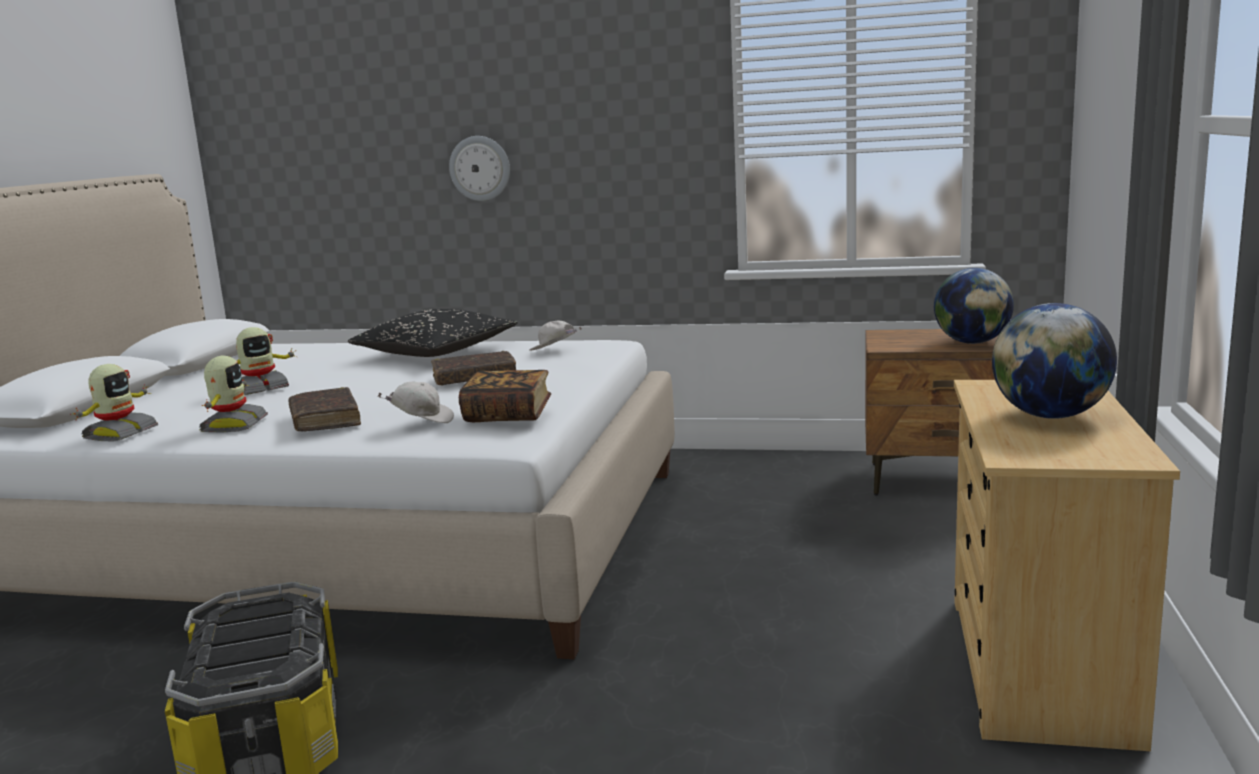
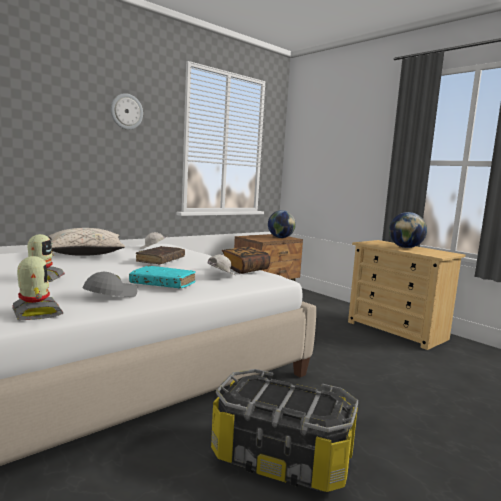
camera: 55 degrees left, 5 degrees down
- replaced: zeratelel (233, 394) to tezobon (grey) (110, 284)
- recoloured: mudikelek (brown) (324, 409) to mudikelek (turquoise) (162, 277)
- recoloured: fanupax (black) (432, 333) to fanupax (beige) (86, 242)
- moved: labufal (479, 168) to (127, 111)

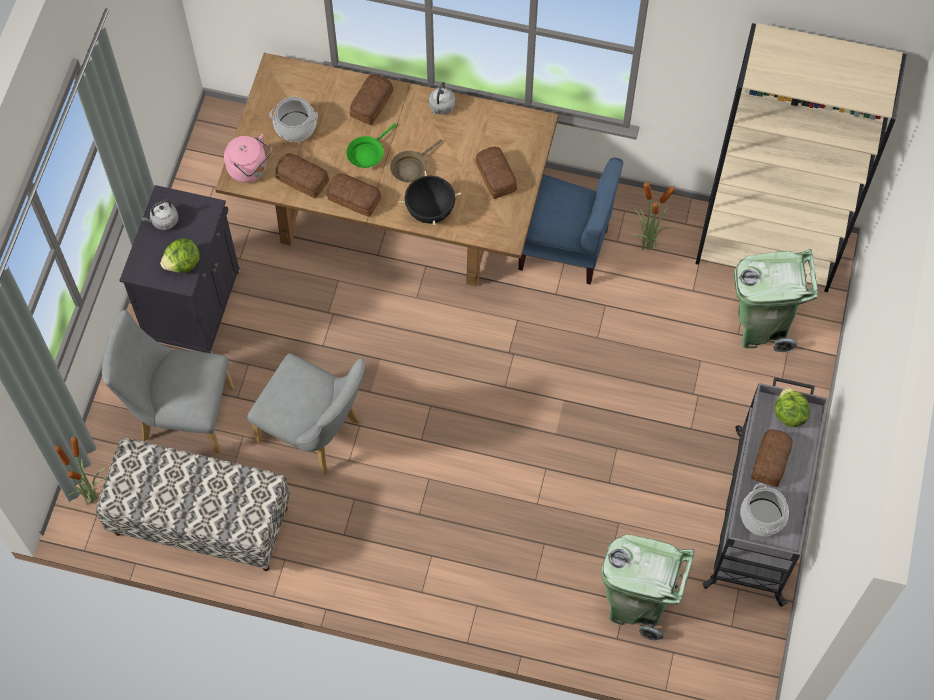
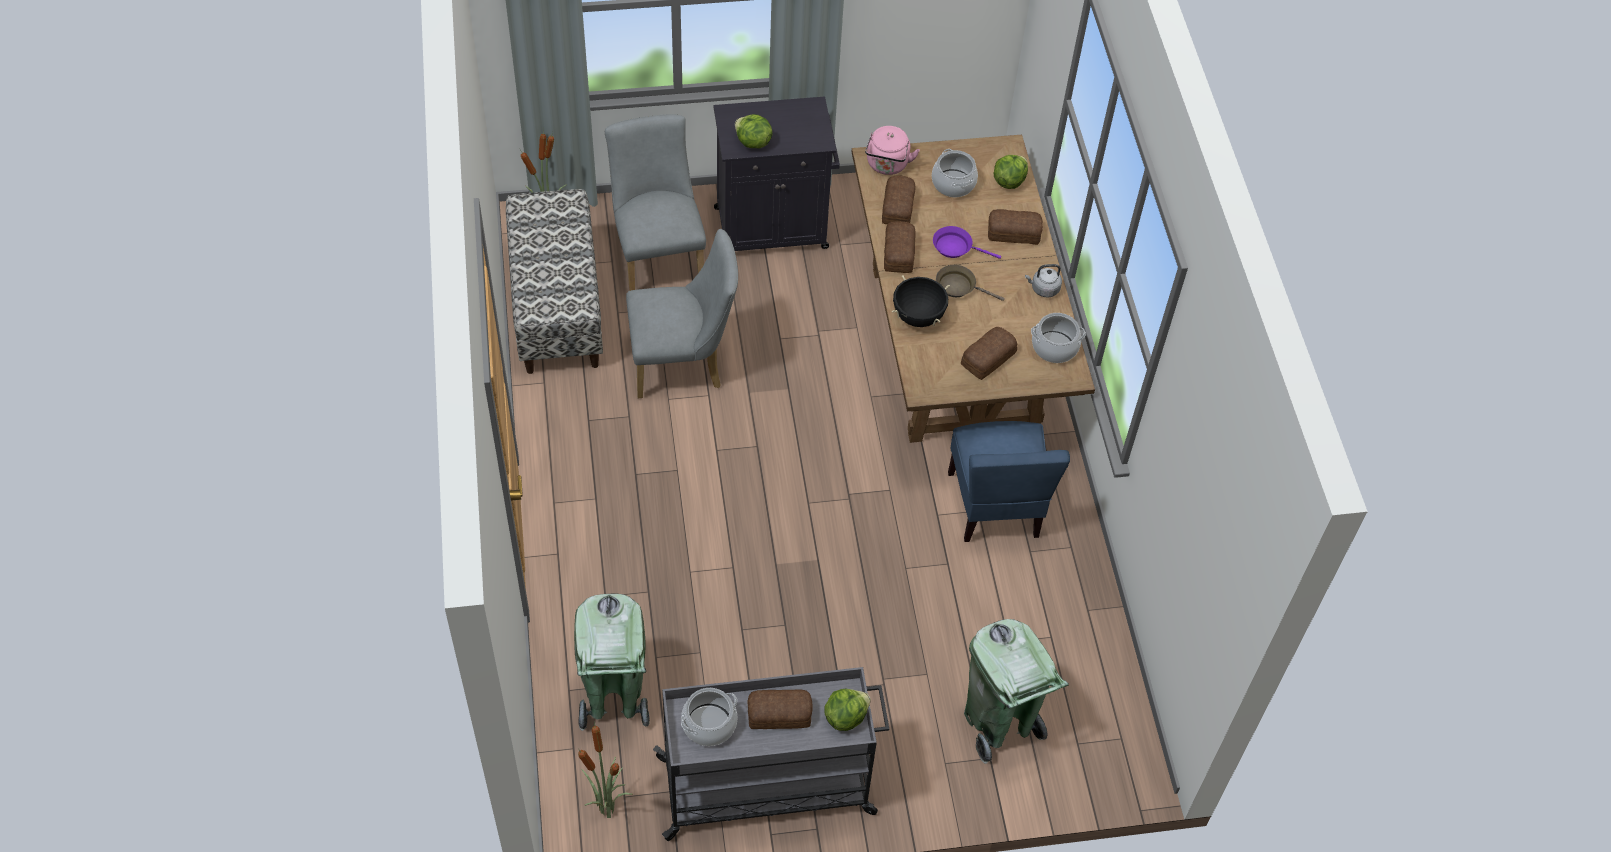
camera: 65 degrees right, 10 degrees down
- removed: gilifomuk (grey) (160, 215)
- turned: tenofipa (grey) (306, 414) = (682, 313) 105 degrees counterclockwise
- recoloured: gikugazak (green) (371, 145) to gikugazak (purple) (967, 242)
- moved: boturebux (653, 215) to (605, 770)
- removed: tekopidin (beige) (801, 157)
- added: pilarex (1011, 172)
- added: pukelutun (1058, 338)

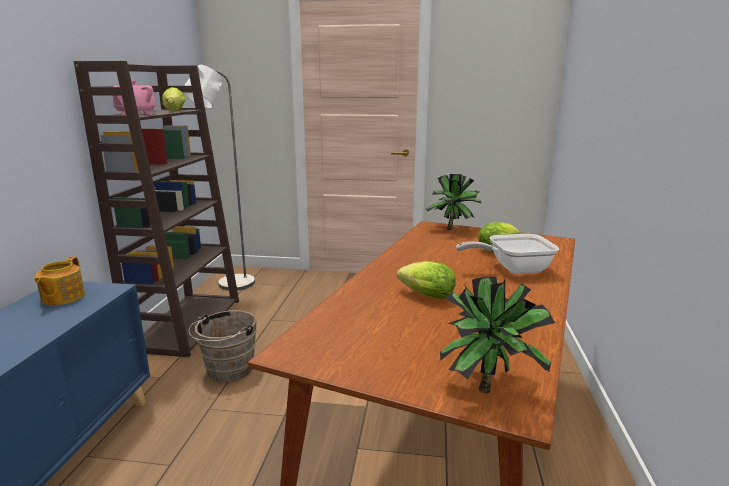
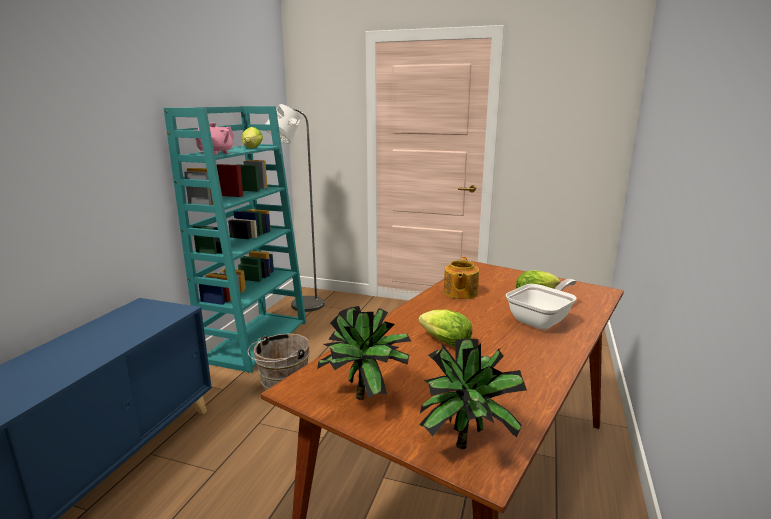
camera: 10 degrees right, 0 degrees up
- moved: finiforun (59, 281) to (461, 278)
- recoloured: tekopidin (brown) (156, 209) to tekopidin (turquoise) (235, 239)
- moved: boturebux (453, 202) to (364, 353)
- turned: gikugazak (507, 254) = (541, 304) 135 degrees clockwise

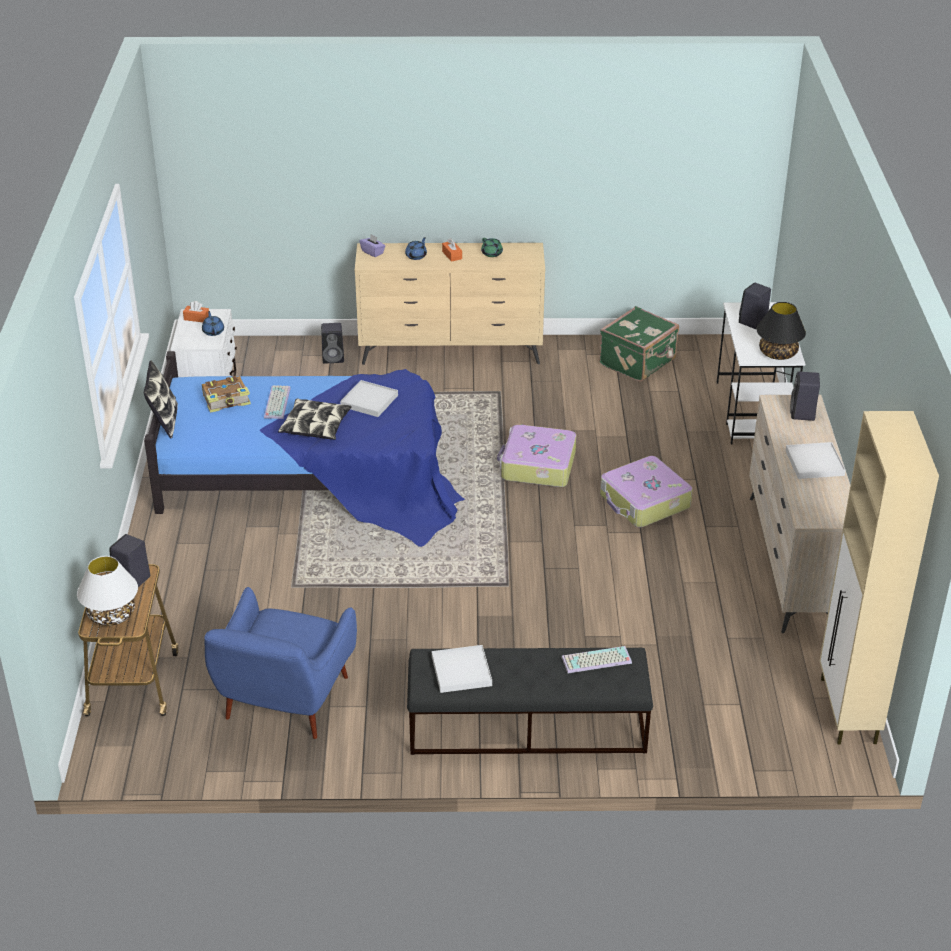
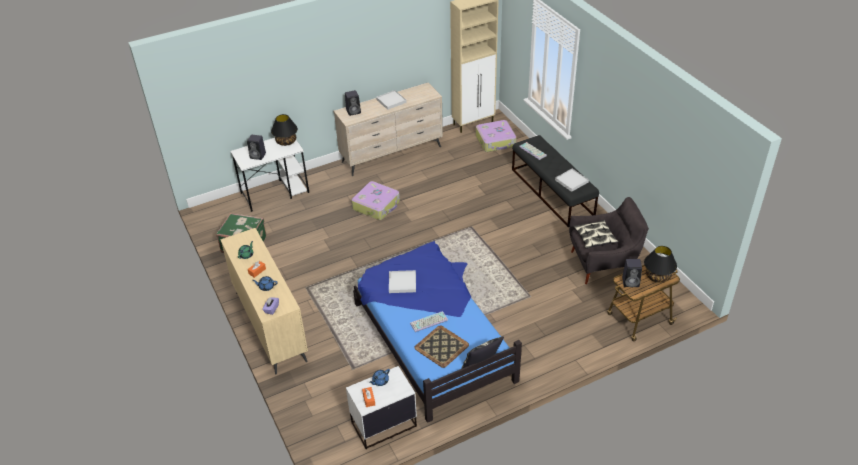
camera: 115 degrees left, 5 degrees up
- recoloured: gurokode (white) (107, 591) to gurokode (black) (660, 264)
- replaced: mudikelek (226, 394) to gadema (441, 346)
- recoloured: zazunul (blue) (280, 663) to zazunul (grey) (609, 240)
- moved: fanupax (315, 419) to (595, 234)
- removed: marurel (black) (332, 343)
- moved: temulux (536, 455) to (496, 136)

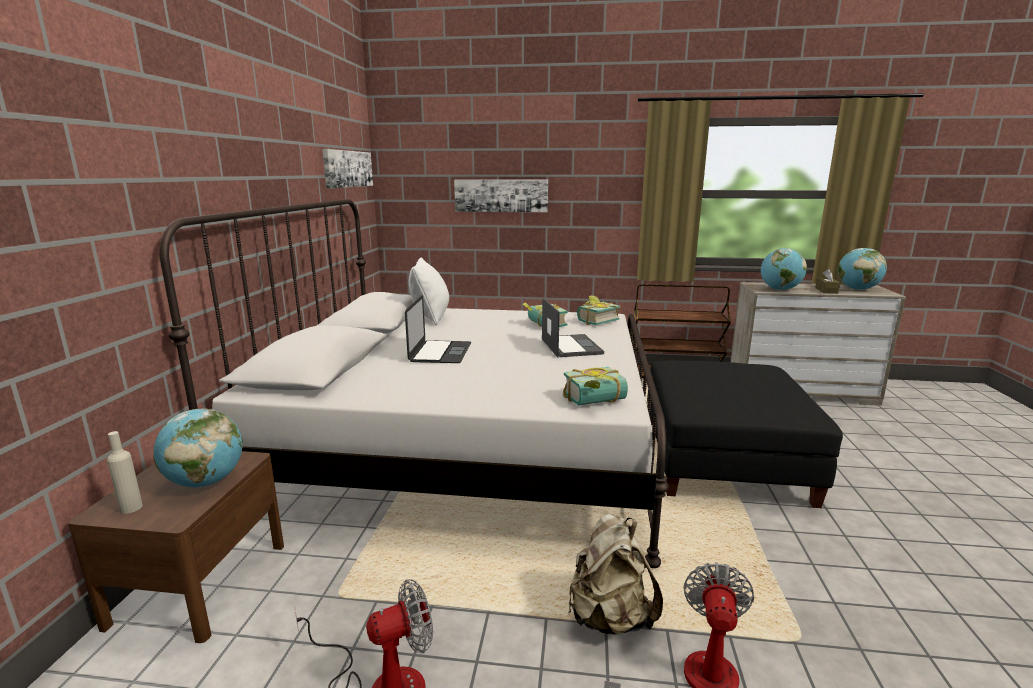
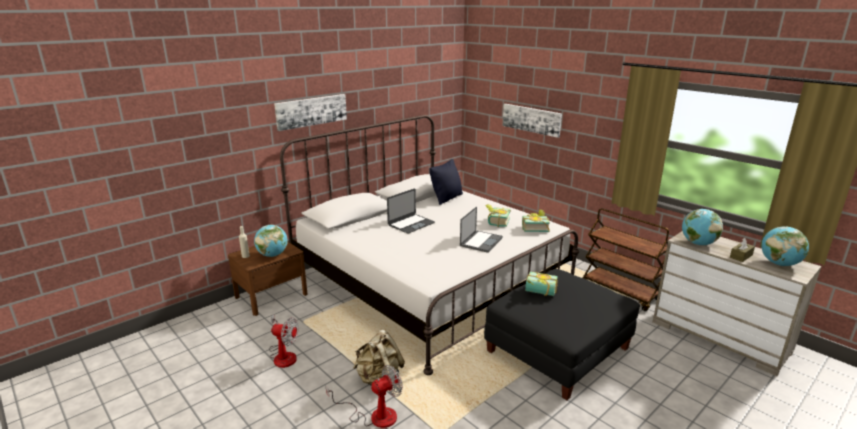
camera: 40 degrees right, 5 degrees up
- moved: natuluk (347, 168) to (310, 112)
- recoloured: fanupax (white) (429, 291) to fanupax (black) (446, 182)
- moved: mudikelek (595, 386) to (541, 283)

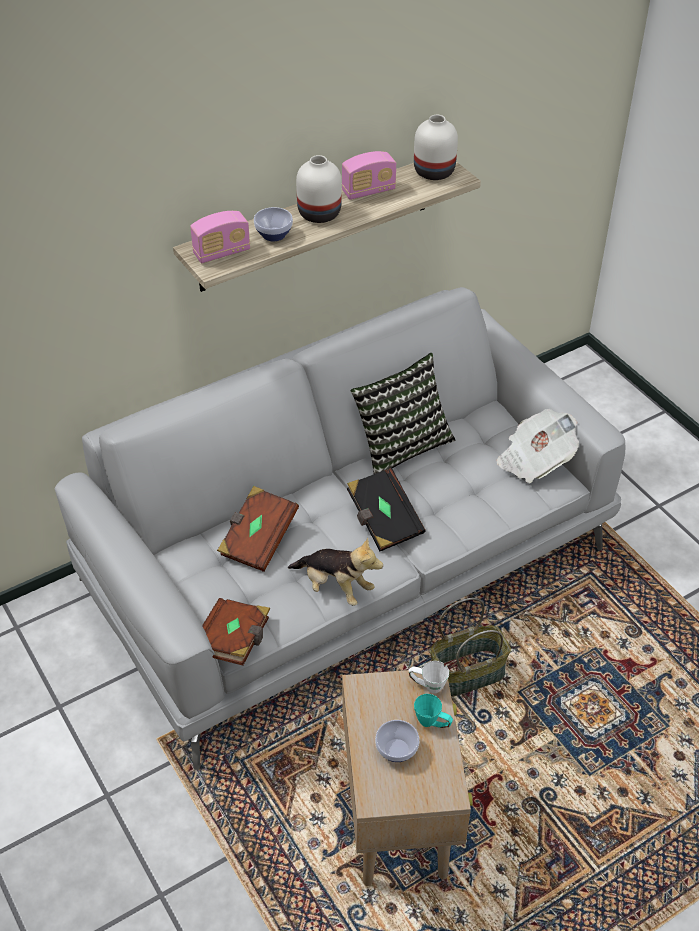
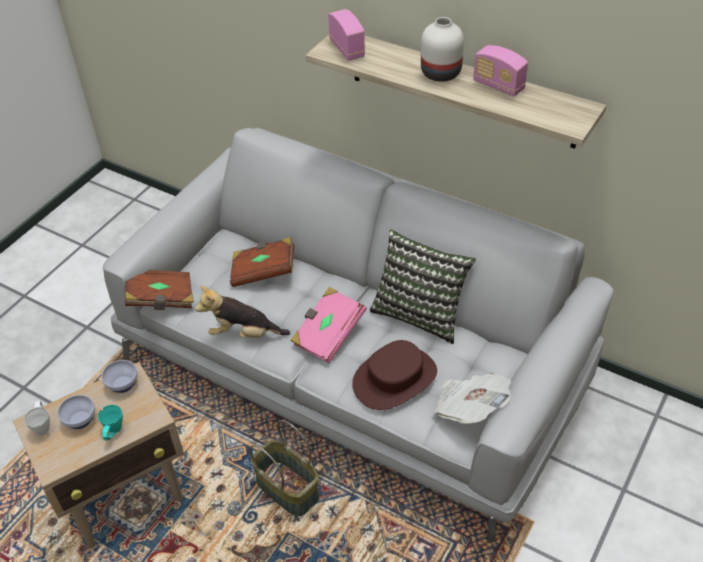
camera: 65 degrees right, 0 degrees up
- turned: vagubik (220, 237) = (346, 35) 150 degrees counterclockwise
- moved: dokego (273, 224) to (119, 376)
- turned: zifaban (335, 571) = (242, 312) 90 degrees clockwise
- recoloured: mudikelek (black) (386, 509) to mudikelek (pink) (328, 325)
- moved: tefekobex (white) (429, 677) to (37, 418)
- removed: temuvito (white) (436, 147)
- added: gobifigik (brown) (394, 375)

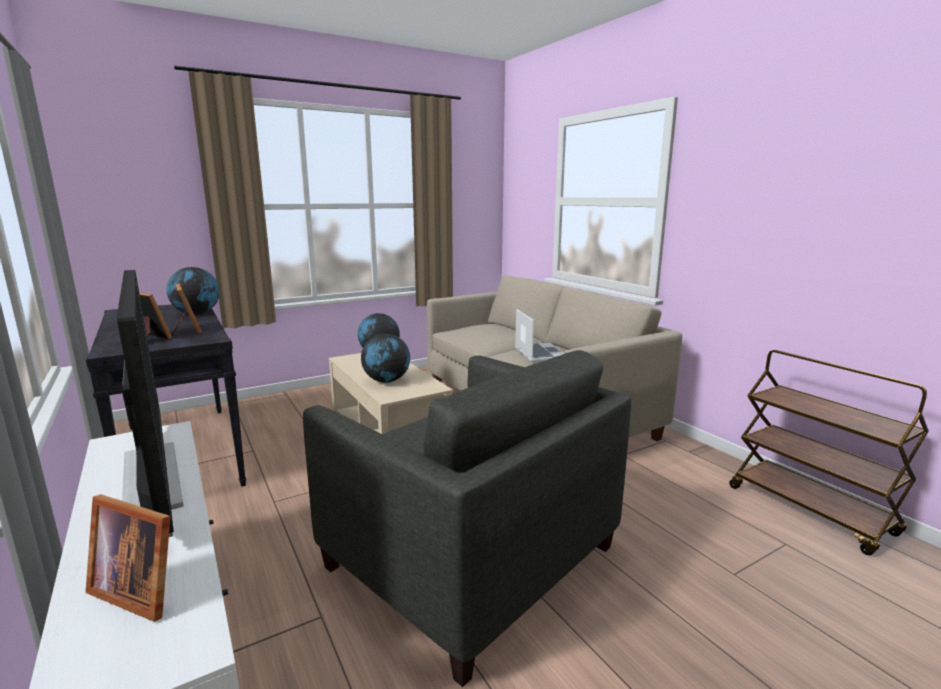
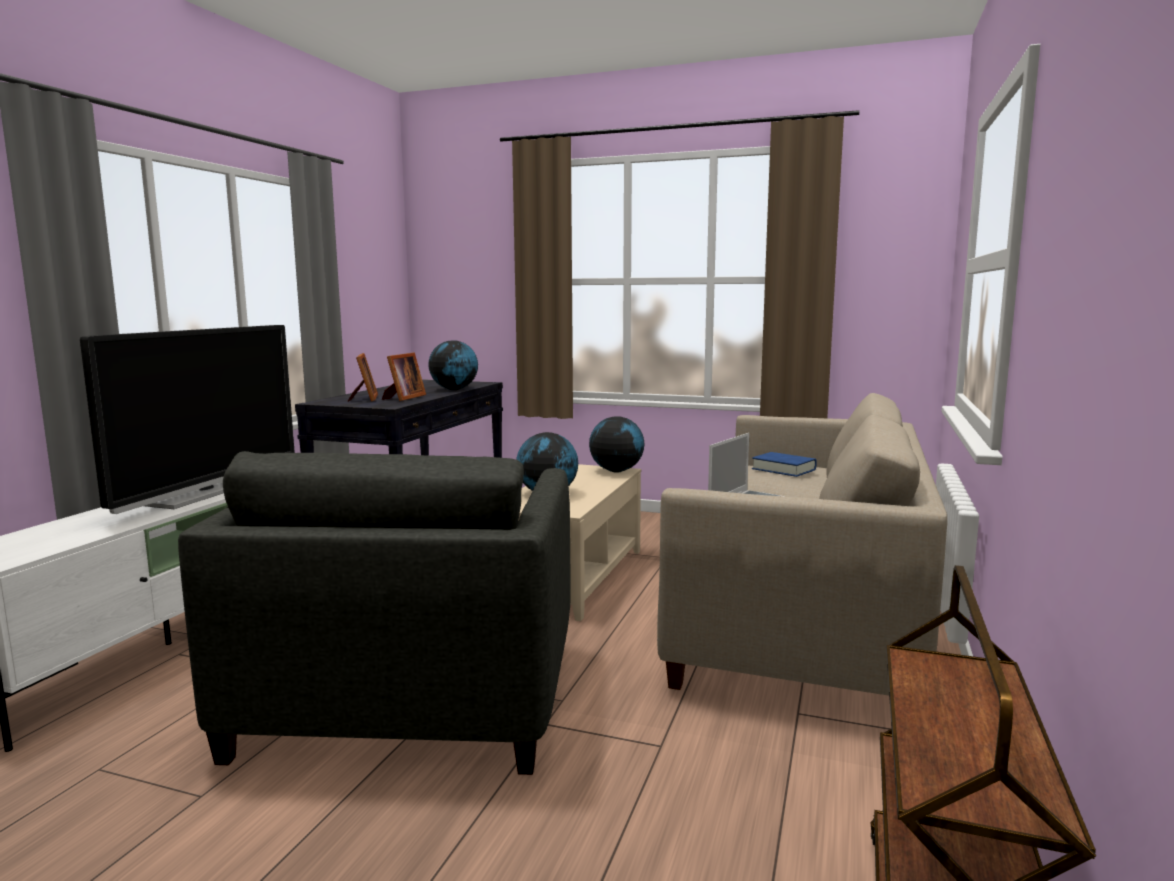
camera: 50 degrees right, 5 degrees down
- removed: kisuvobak (127, 558)
- added: mudikelek (blue) (784, 464)

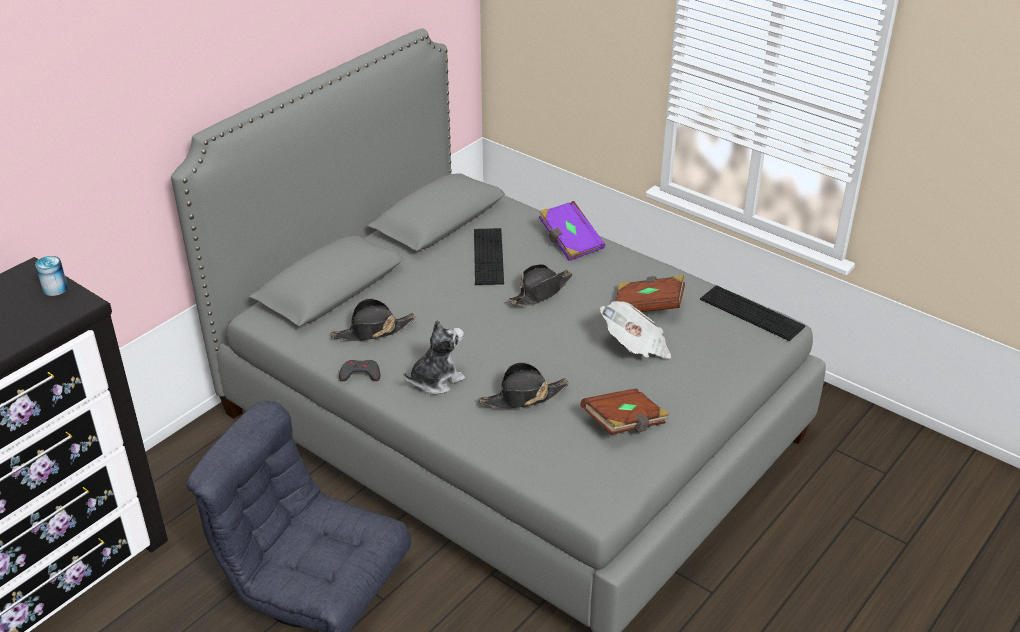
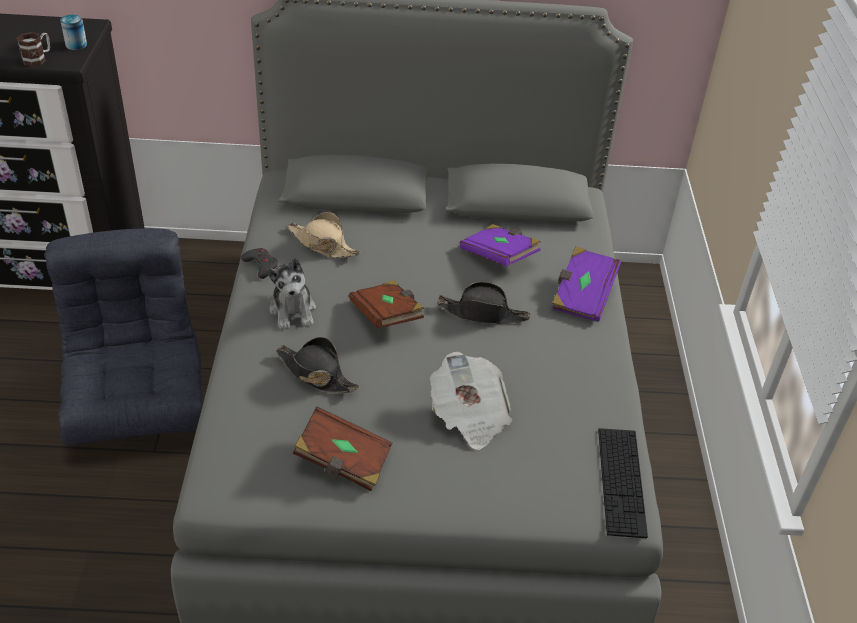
camera: 50 degrees right, 5 degrees up
- recoloured: gobifigik (black) (372, 319) to gobifigik (beige) (324, 235)
- turned: zifaban (434, 356) = (291, 294) 60 degrees clockwise
- replaced: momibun (489, 256) to mudikelek (purple) (500, 245)
- moved: mudikelek (brown) (650, 293) to (386, 304)
- added: tefekobex (33, 49)

